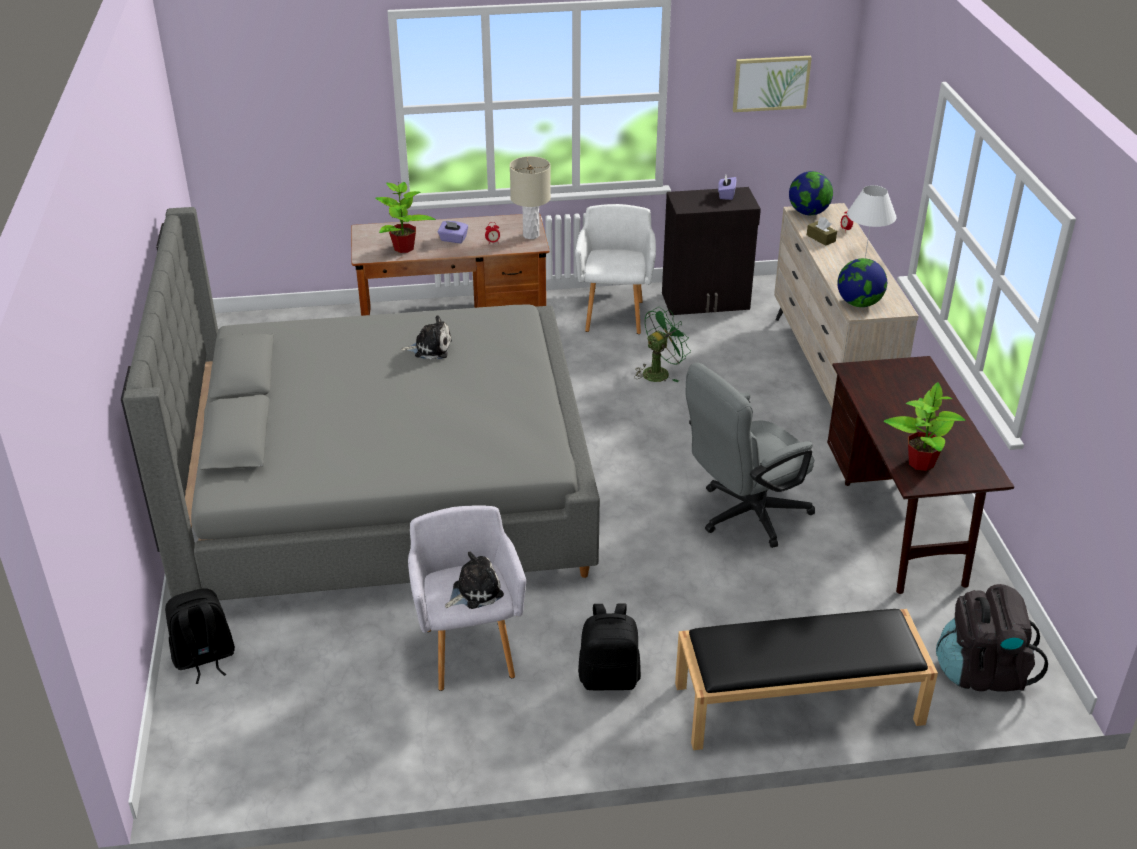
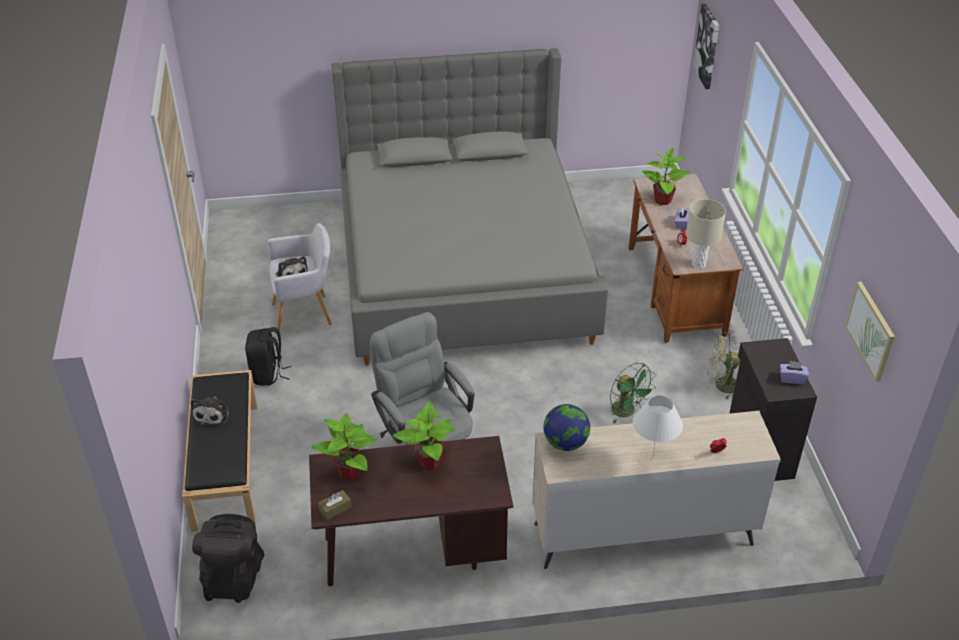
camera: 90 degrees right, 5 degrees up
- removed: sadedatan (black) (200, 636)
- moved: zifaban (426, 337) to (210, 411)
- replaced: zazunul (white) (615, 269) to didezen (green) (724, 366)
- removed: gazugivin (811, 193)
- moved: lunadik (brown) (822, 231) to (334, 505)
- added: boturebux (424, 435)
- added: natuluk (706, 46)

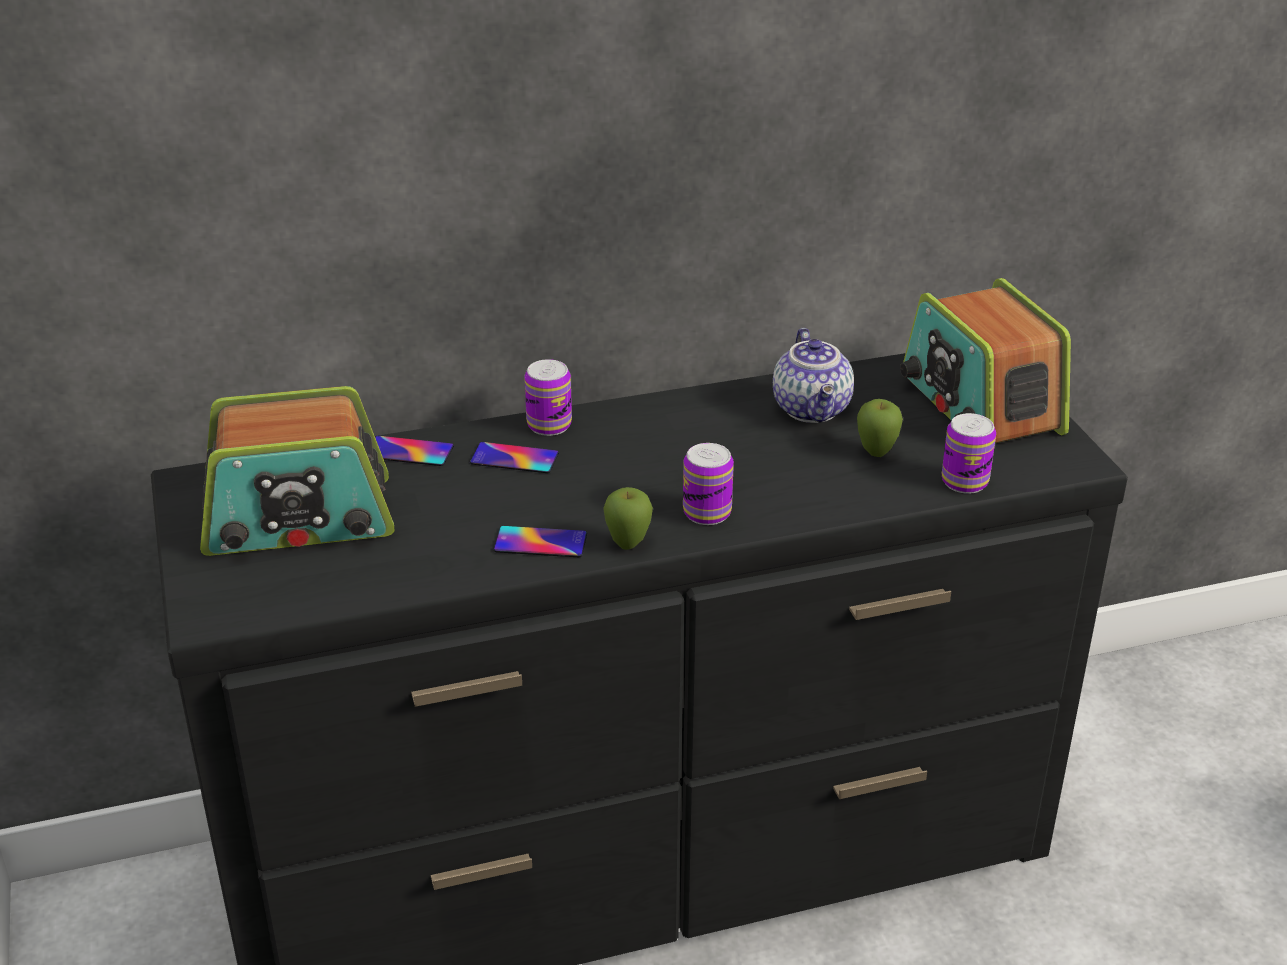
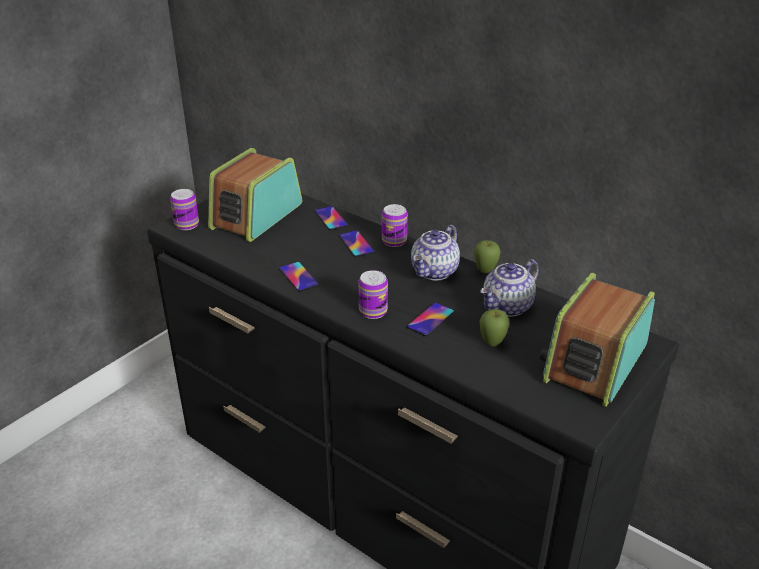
camera: 55 degrees right, 0 degrees up
- turned: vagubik (297, 471) = (255, 195) 75 degrees clockwise
- moved: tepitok (628, 518) to (487, 256)
- moved: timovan (969, 453) to (184, 209)
- added: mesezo (430, 319)
- added: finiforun (435, 253)

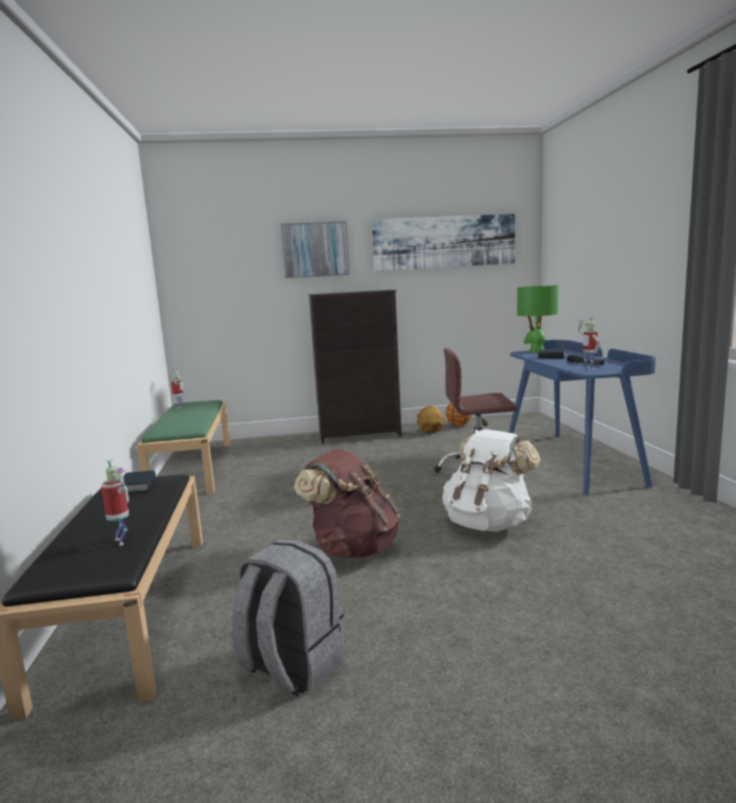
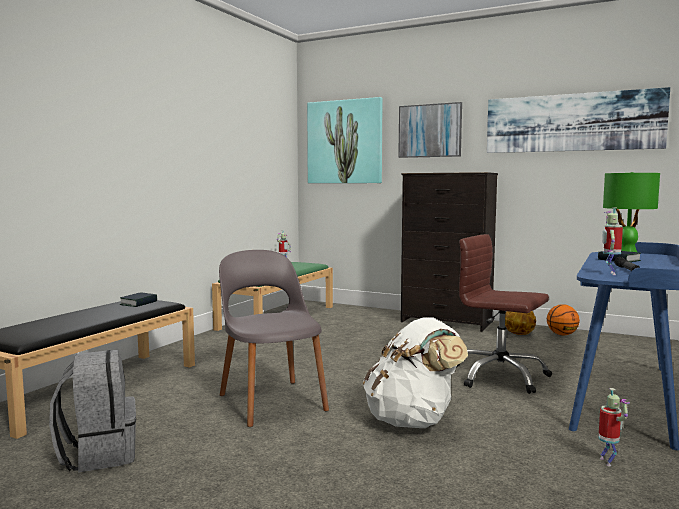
camera: 35 degrees right, 5 degrees down
- moved: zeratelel (115, 502) to (614, 427)
- replaced: sadedatan (brown) (347, 503) to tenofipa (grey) (274, 338)
- added: natuluk (345, 140)

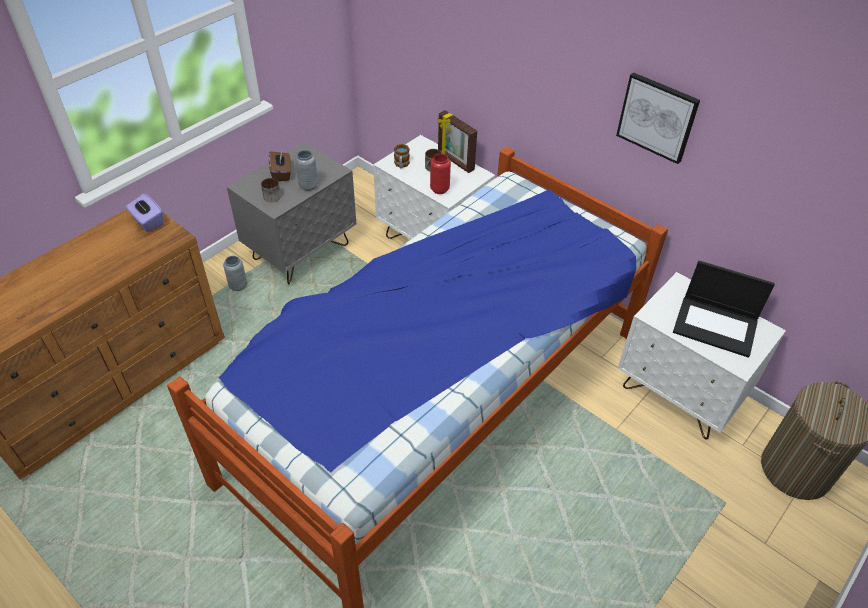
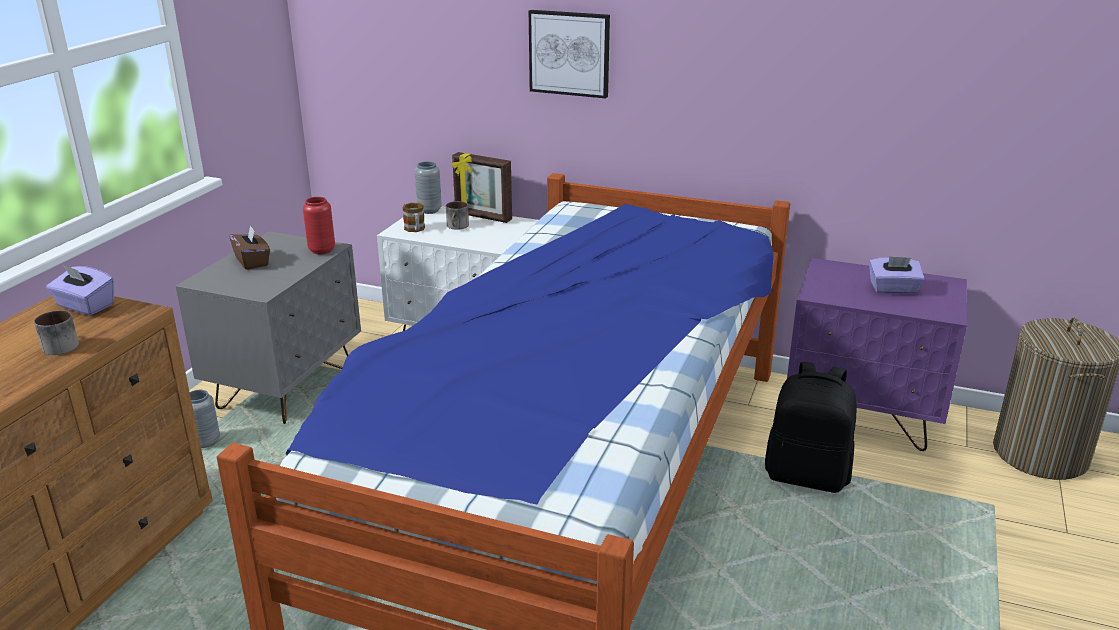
camera: 20 degrees left, 20 degrees down
- moved: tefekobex (271, 190) to (56, 332)
- moved: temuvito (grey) (306, 170) to (428, 187)
- moved: temuvito (red) (440, 173) to (319, 225)
- moved: natuluk (658, 118) to (569, 54)
- recoloured: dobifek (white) (701, 356) to dobifek (purple) (877, 354)
- replaced: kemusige (724, 309) to lunadik (purple) (897, 275)
- added: sadedatan (black) (811, 427)

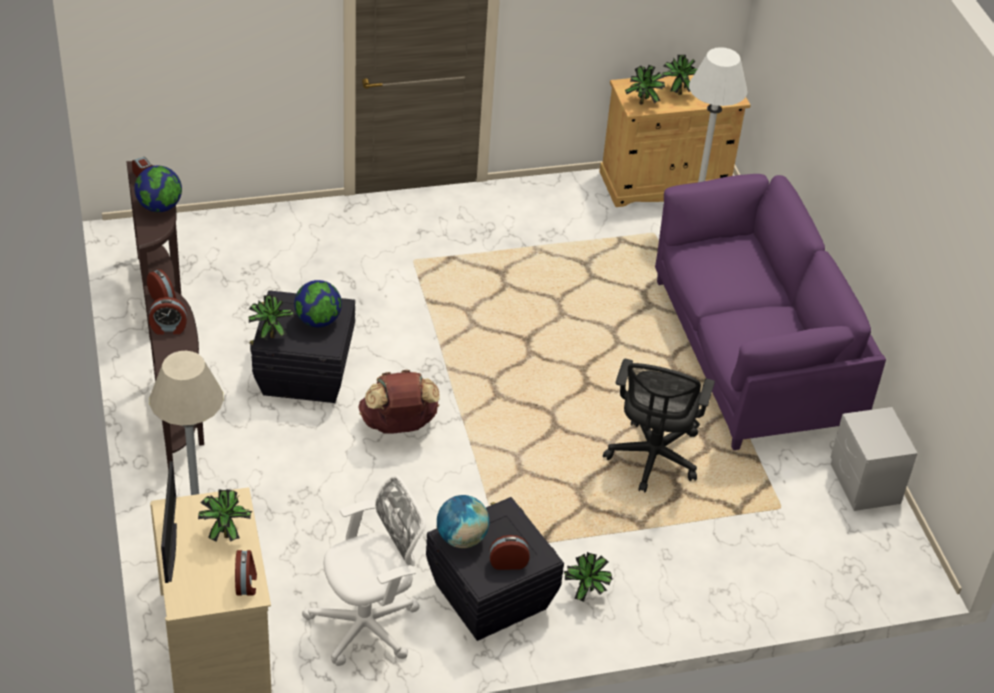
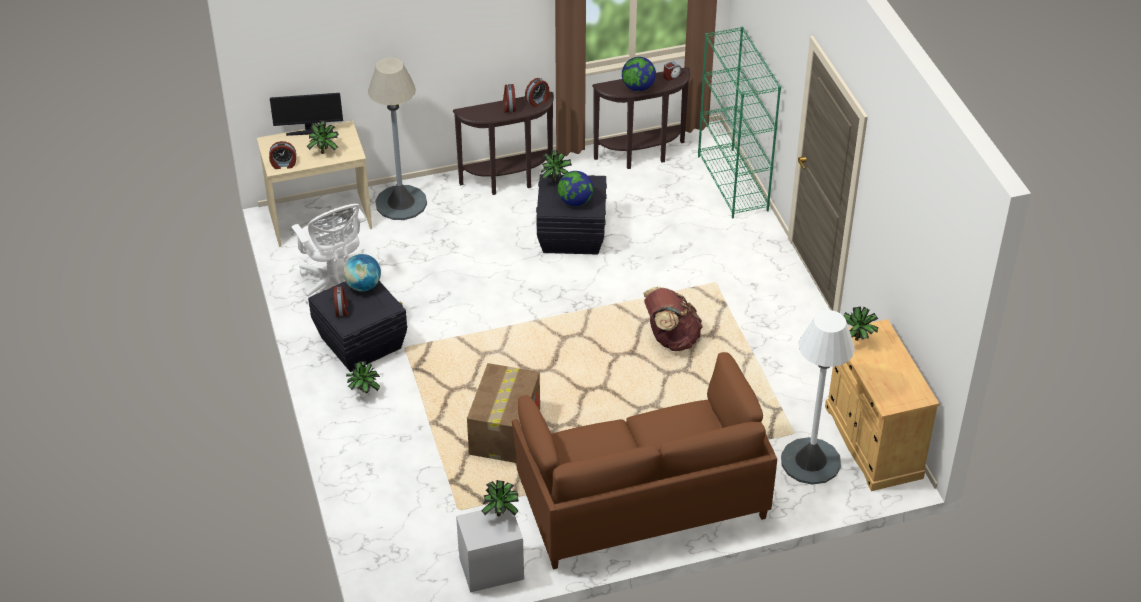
camera: 90 degrees right, 0 degrees up
- moved: sadedatan (brown) (399, 402) to (673, 318)
- replaced: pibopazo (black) (659, 426) to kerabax (503, 413)
- recoloured: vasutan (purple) (770, 312) to vasutan (brown) (644, 460)
- moved: boturebux (680, 75) to (500, 498)
- added: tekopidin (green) (739, 122)

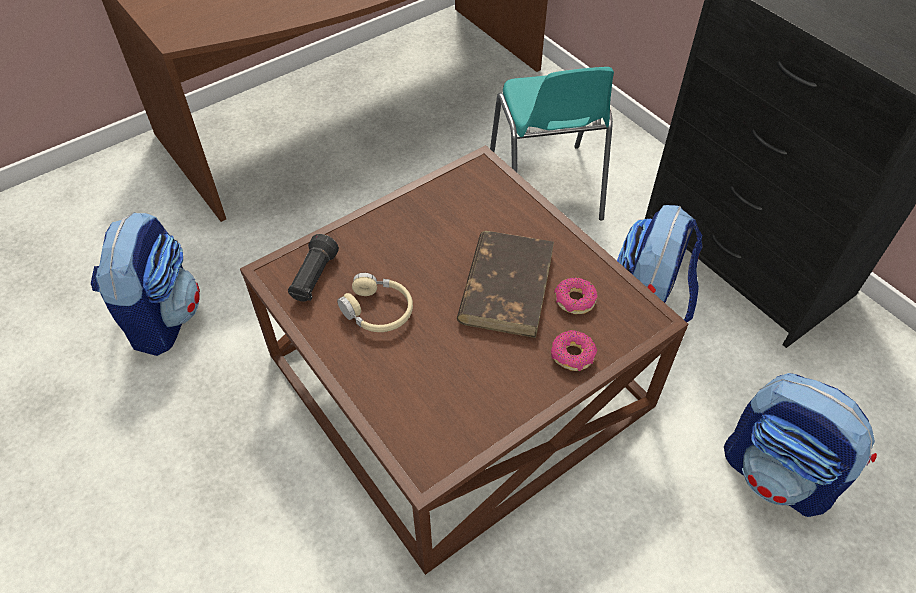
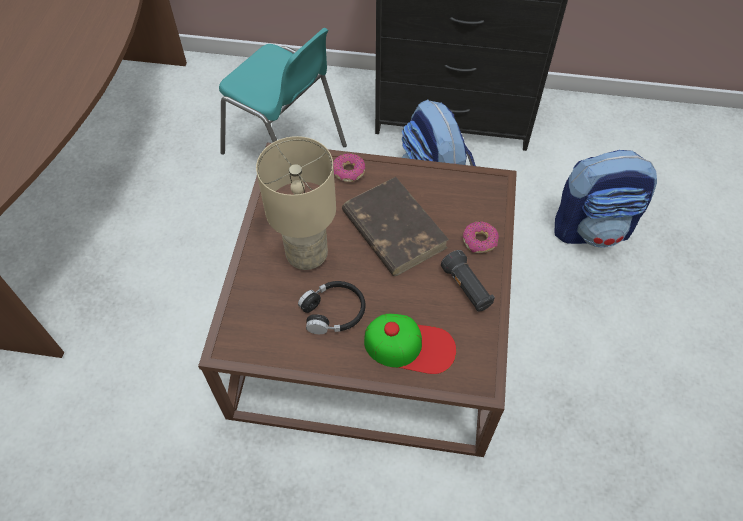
camera: 45 degrees left, 5 degrees up
- removed: sadedatan (145, 284)
- moved: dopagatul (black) (313, 267) to (468, 281)
- recoloured: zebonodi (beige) (375, 302) to zebonodi (black) (331, 307)
- moved: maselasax (575, 295) to (349, 167)
- added: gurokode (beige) (296, 203)
- added: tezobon (410, 344)

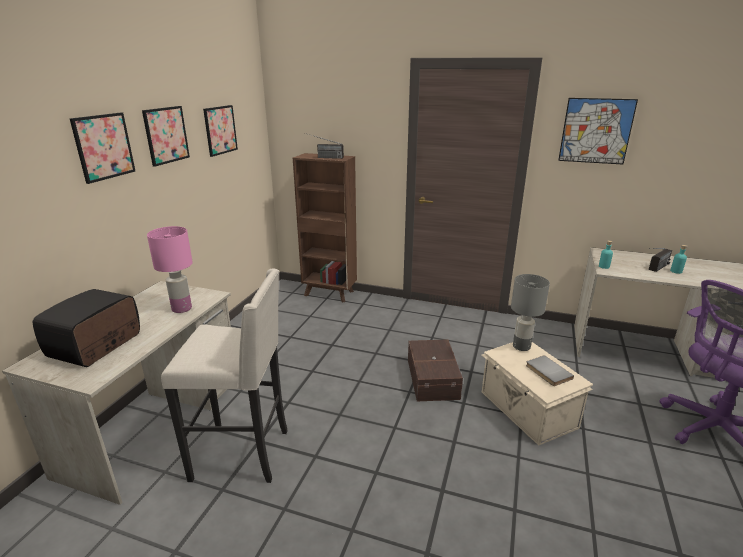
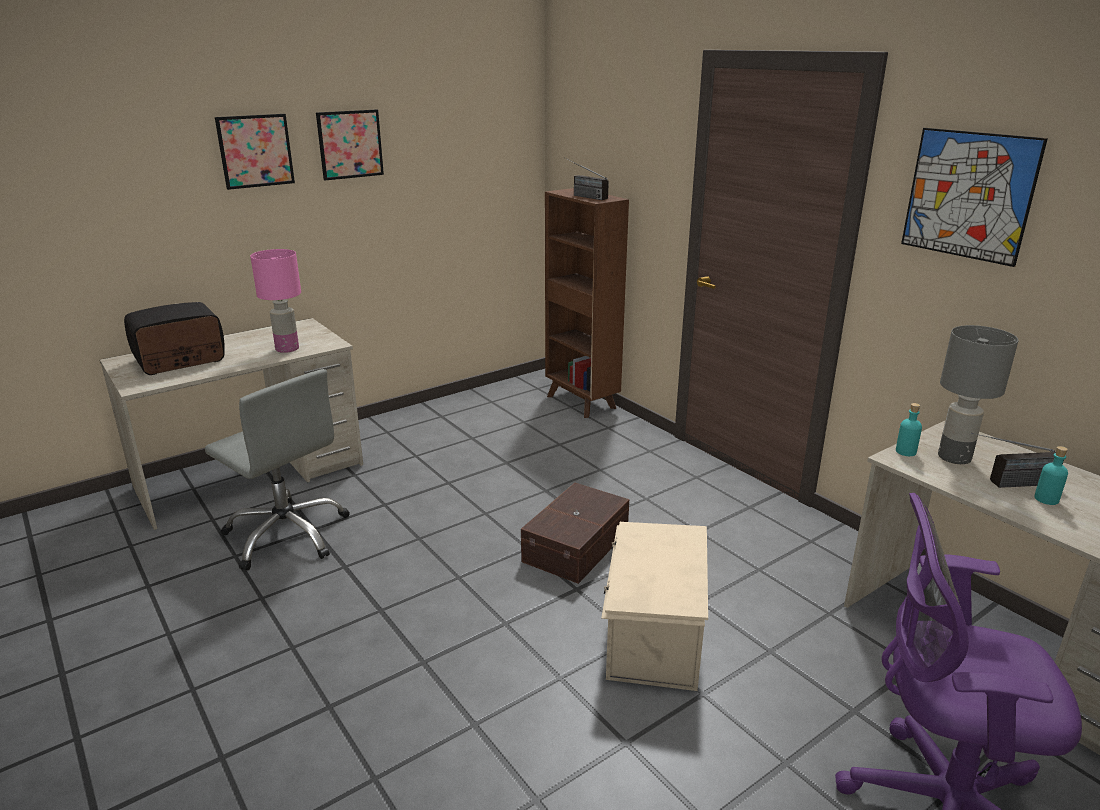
camera: 35 degrees right, 0 degrees up
- replaced: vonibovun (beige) (224, 375) to pibopazo (grey) (277, 470)
- removed: natuluk (220, 131)
- moved: gurokode (grey) (530, 312) to (978, 394)
- removed: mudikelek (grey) (550, 370)

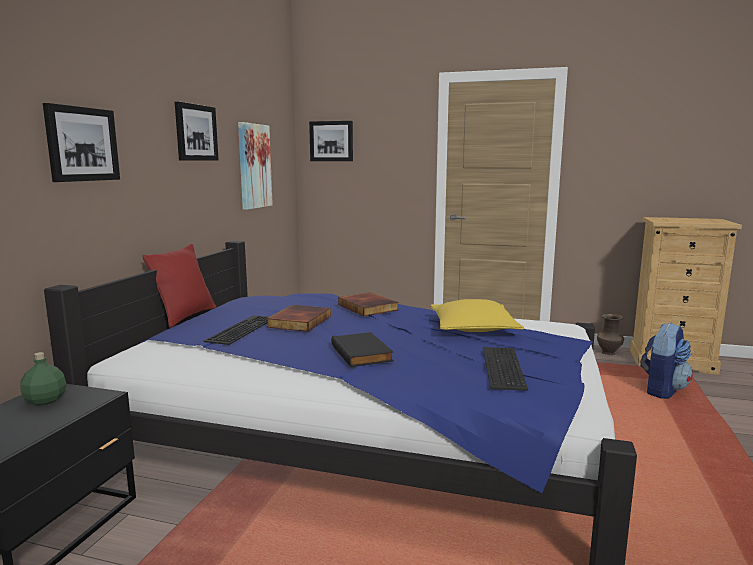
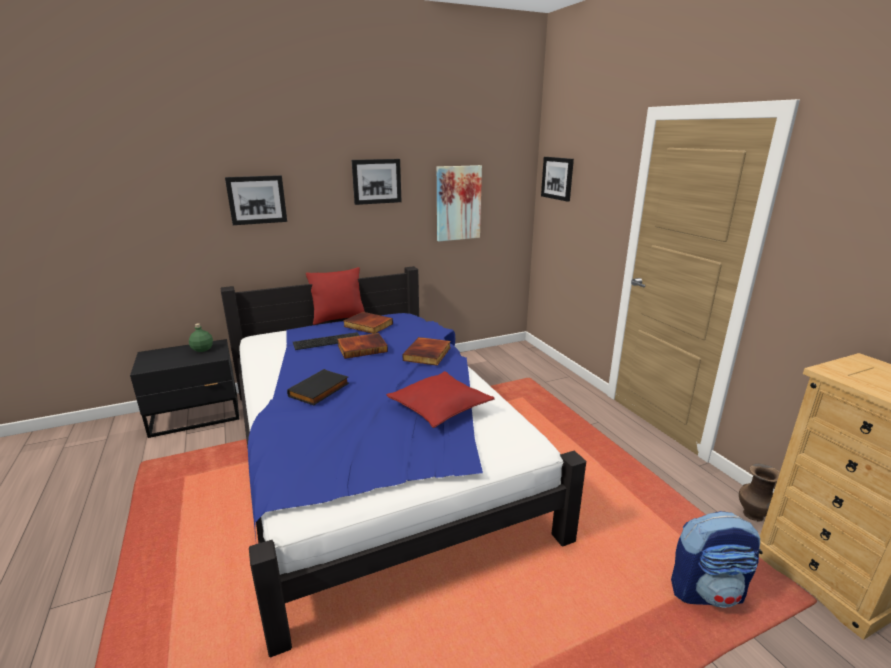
camera: 50 degrees right, 10 degrees up
- recoloured: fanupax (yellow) (477, 315) to fanupax (red) (440, 399)
- removed: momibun (505, 369)
- added: mudikelek (368, 323)

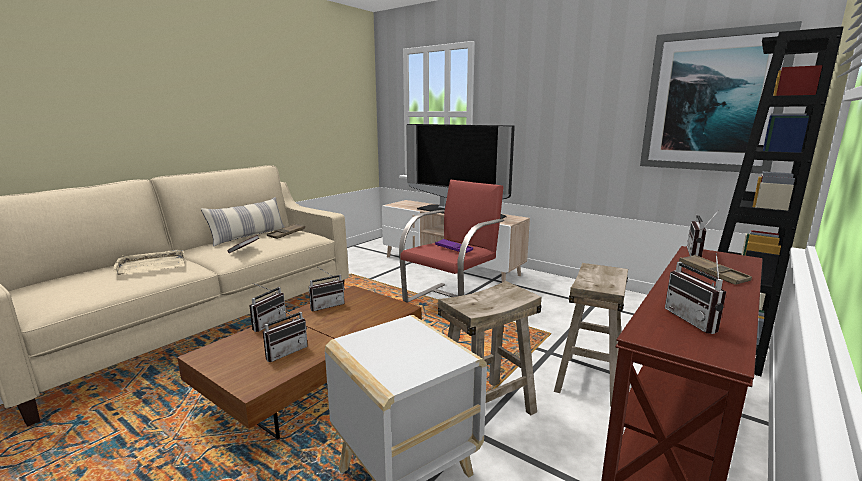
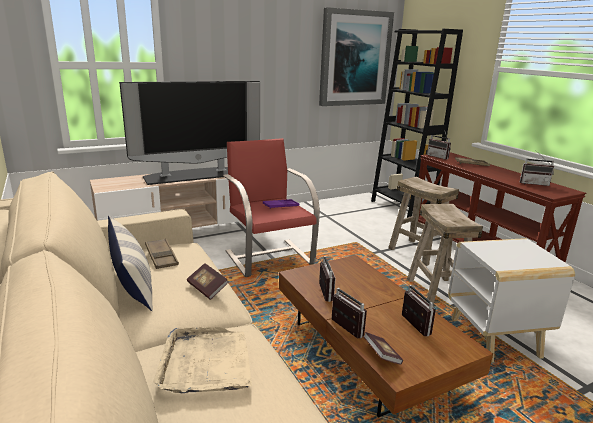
camera: 65 degrees left, 5 degrees up
- added: mudikelek (383, 348)

